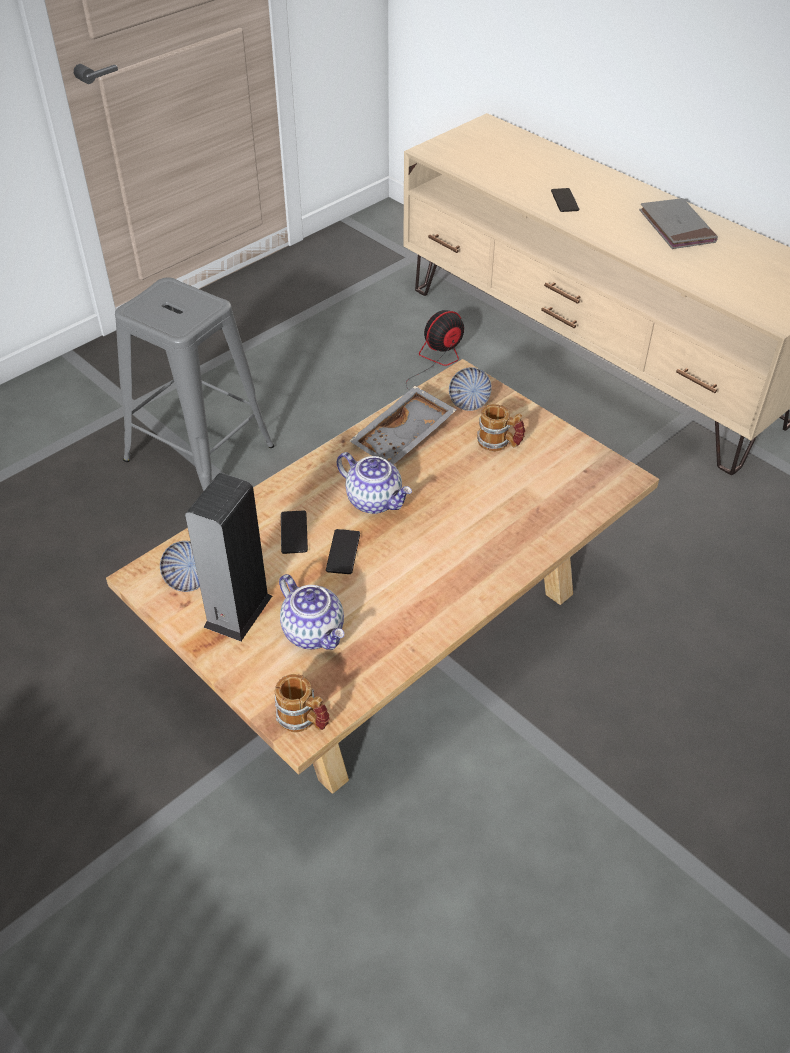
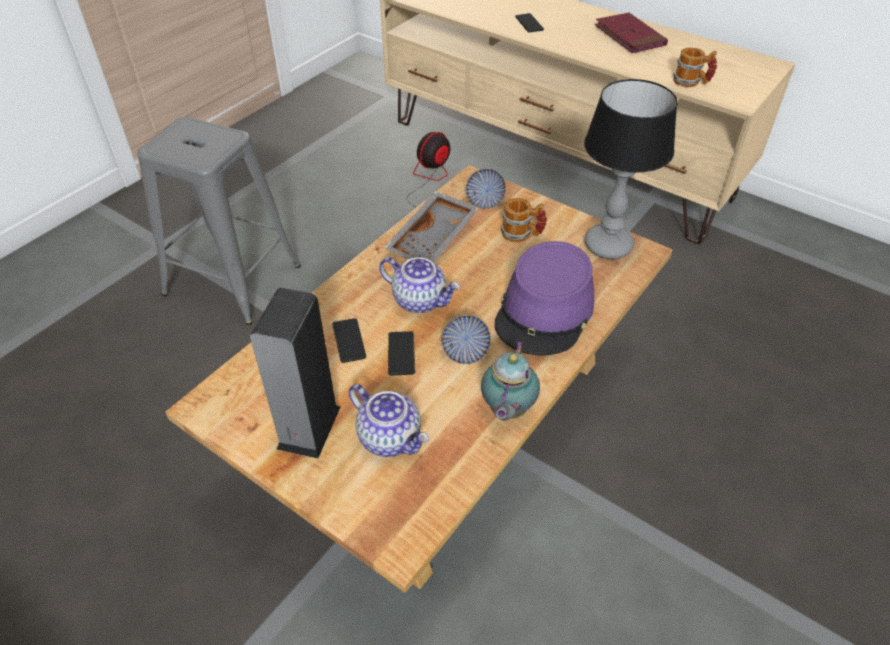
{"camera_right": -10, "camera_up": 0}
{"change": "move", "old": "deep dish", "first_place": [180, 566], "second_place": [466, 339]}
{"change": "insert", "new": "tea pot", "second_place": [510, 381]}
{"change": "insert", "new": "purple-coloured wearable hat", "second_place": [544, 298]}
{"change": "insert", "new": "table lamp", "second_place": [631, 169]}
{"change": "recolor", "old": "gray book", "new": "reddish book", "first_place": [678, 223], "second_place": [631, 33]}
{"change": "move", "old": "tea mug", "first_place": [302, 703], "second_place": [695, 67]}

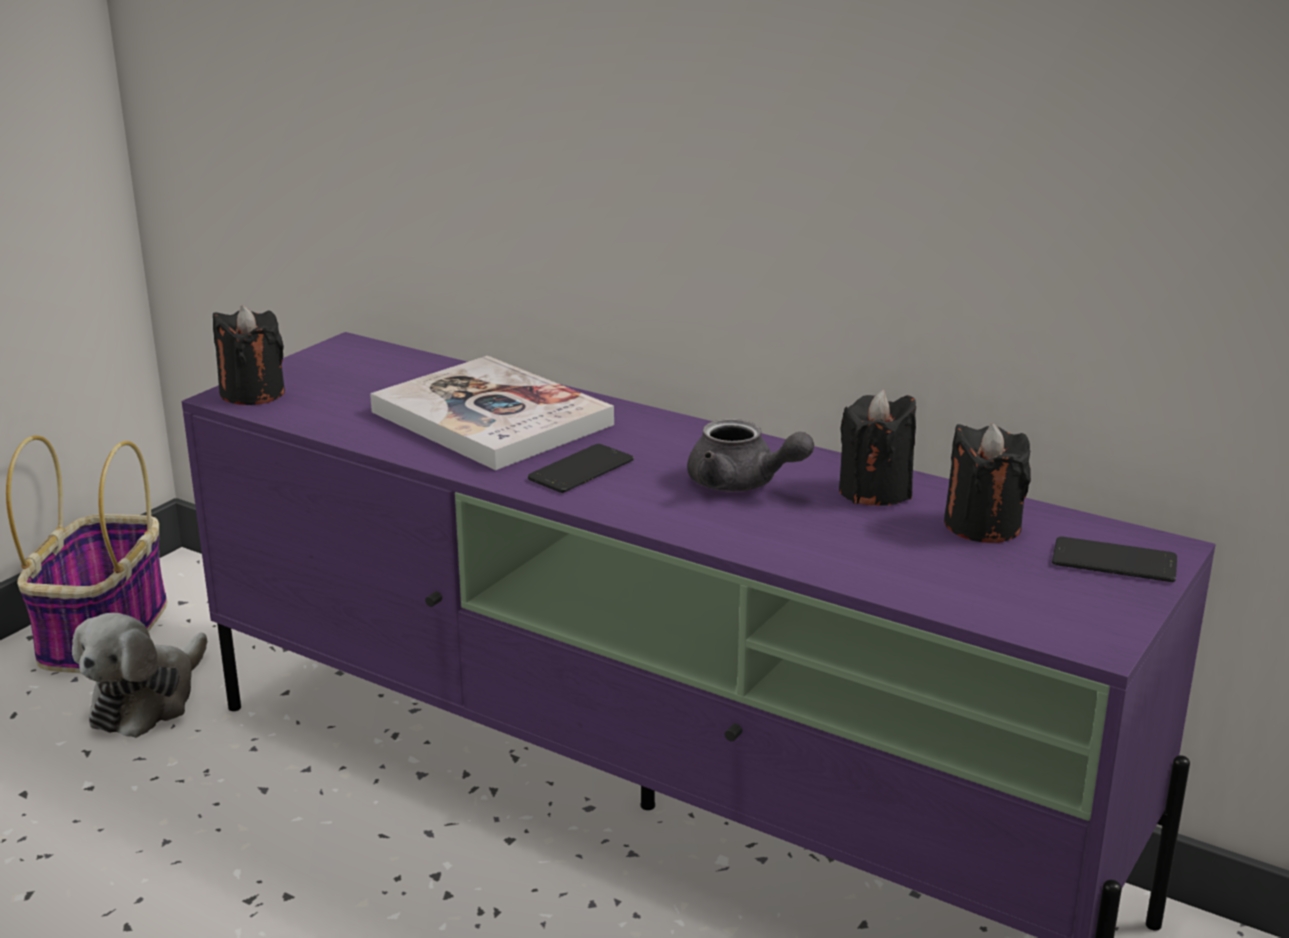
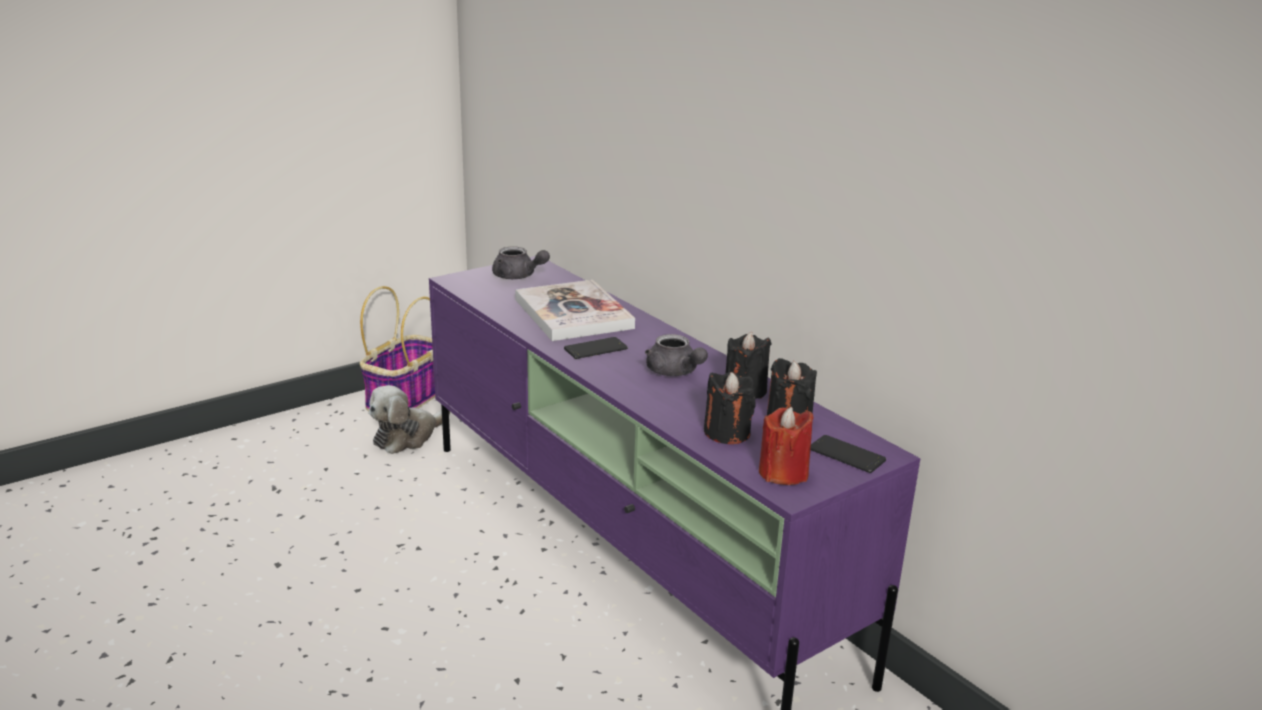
{"camera_right": 20, "camera_up": 0}
{"change": "insert", "new": "gray tea pot", "second_place": [521, 262]}
{"change": "move", "old": "blackish wax candle", "first_place": [249, 355], "second_place": [730, 408]}
{"change": "insert", "new": "reddish wax candle", "second_place": [786, 446]}

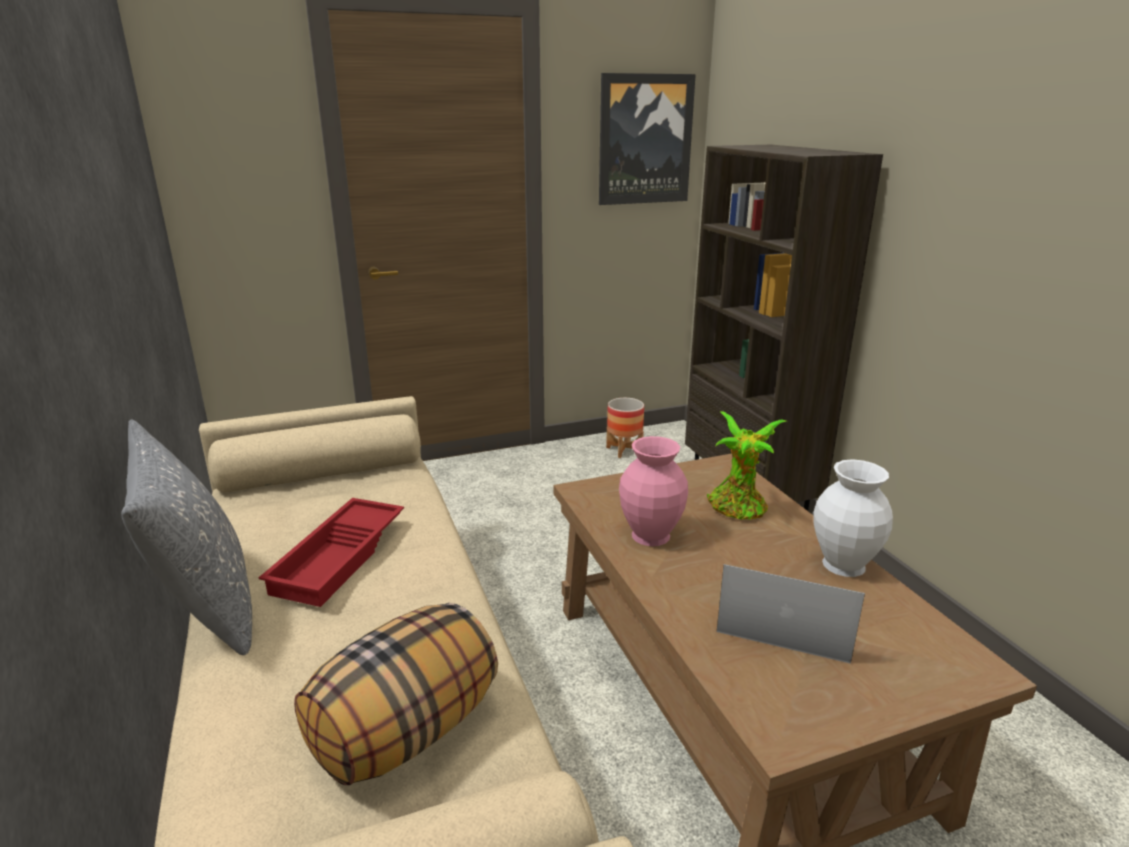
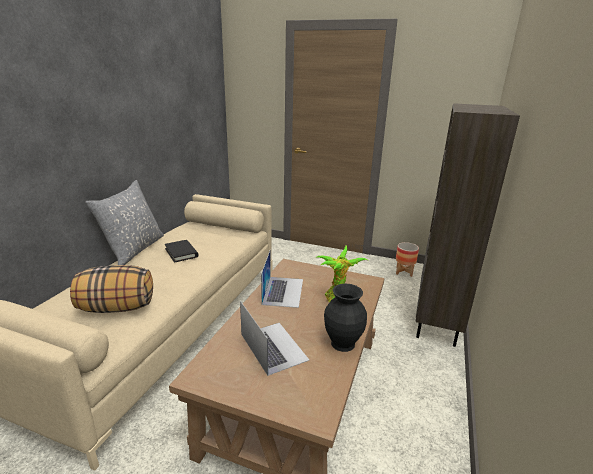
{"camera_right": 40, "camera_up": 0}
{"change": "replace", "old": "reddish serving tray", "new": "blackish book", "first_place": [331, 552], "second_place": [181, 251]}
{"change": "replace", "old": "pinkish vase", "new": "notebook computer", "first_place": [653, 491], "second_place": [282, 278]}
{"change": "recolor", "old": "whitish vase", "new": "blackish vase", "first_place": [853, 518], "second_place": [345, 317]}
{"change": "delete", "old": "wall art", "first_place": [647, 139]}

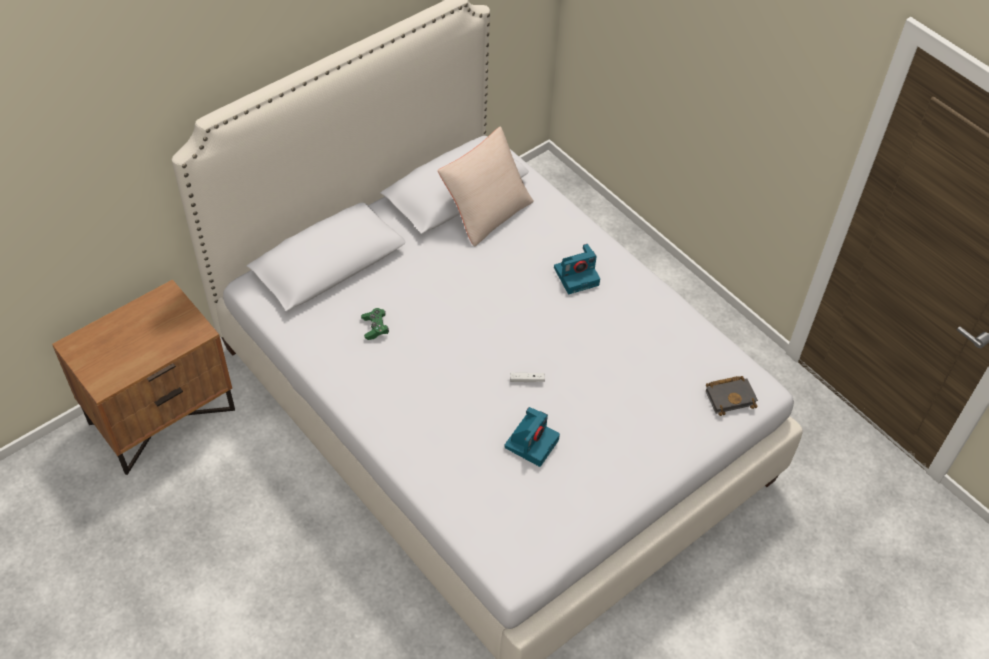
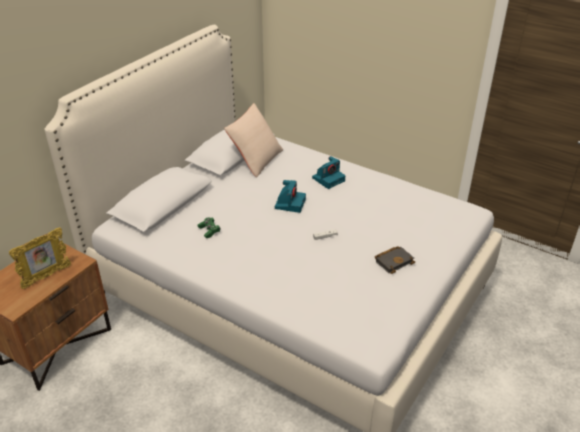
{"camera_right": -15, "camera_up": -15}
{"change": "insert", "new": "picture frame", "second_place": [40, 258]}
{"change": "move", "old": "photo camera", "first_place": [532, 437], "second_place": [290, 196]}
{"change": "move", "old": "blackish book", "first_place": [732, 396], "second_place": [395, 260]}

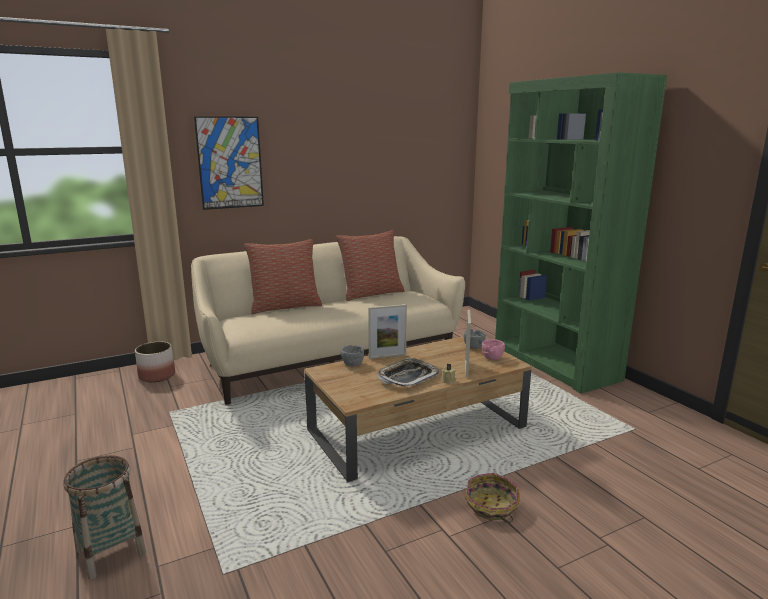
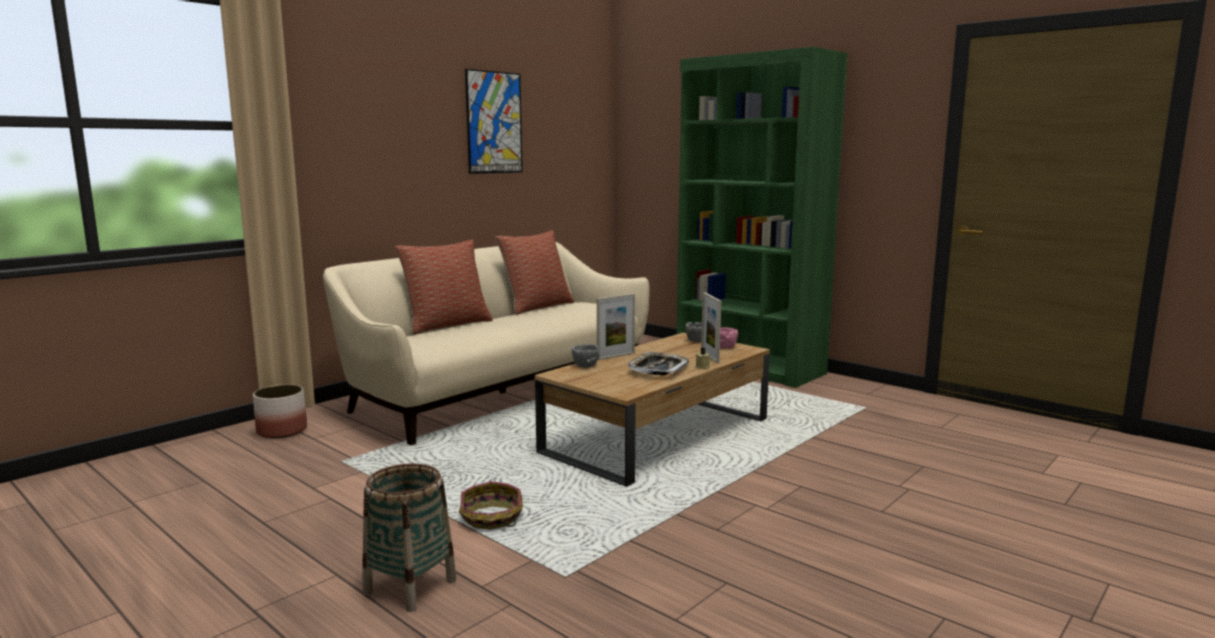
{"camera_right": -20, "camera_up": -5}
{"change": "move", "old": "storage basket", "first_place": [492, 498], "second_place": [491, 505]}
{"change": "move", "old": "wall art", "first_place": [229, 163], "second_place": [494, 121]}

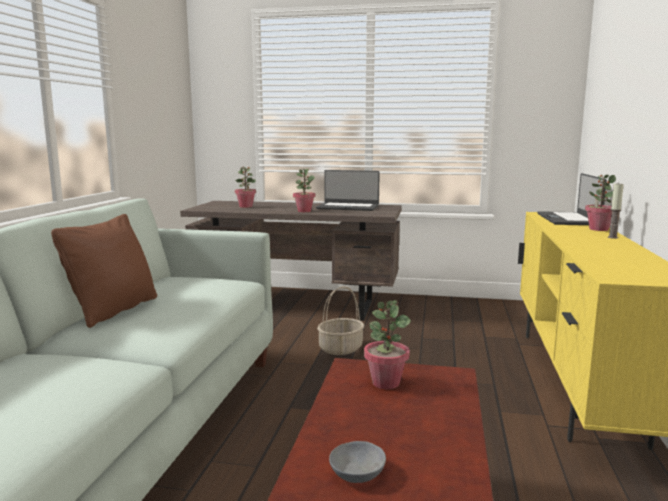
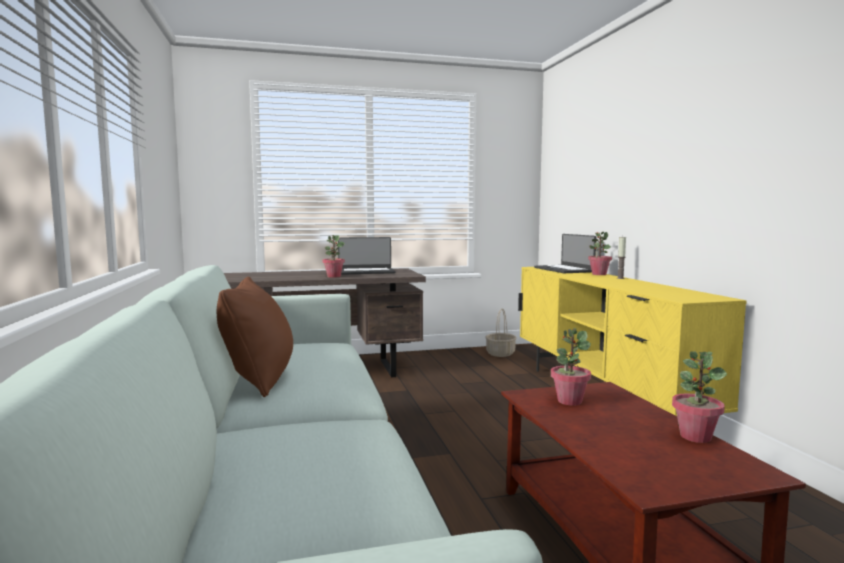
{"camera_right": -25, "camera_up": -5}
{"change": "move", "old": "storage basket", "first_place": [340, 320], "second_place": [501, 333]}
{"change": "move", "old": "houseplant", "first_place": [245, 187], "second_place": [699, 397]}
{"change": "delete", "old": "gray deep dish", "first_place": [357, 462]}

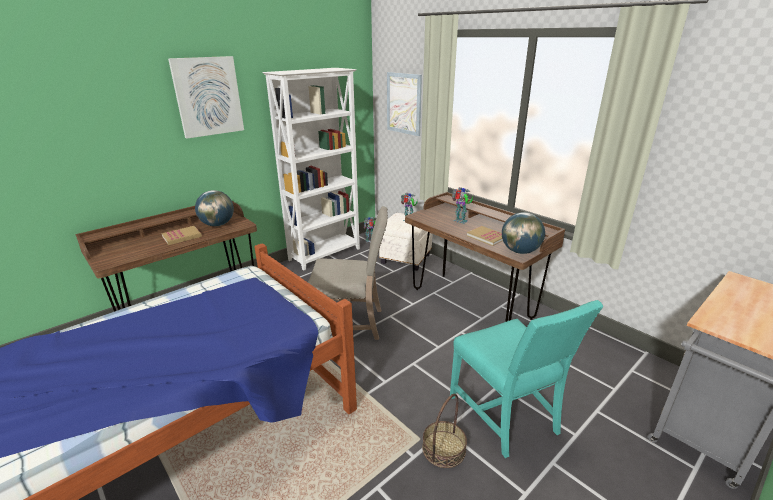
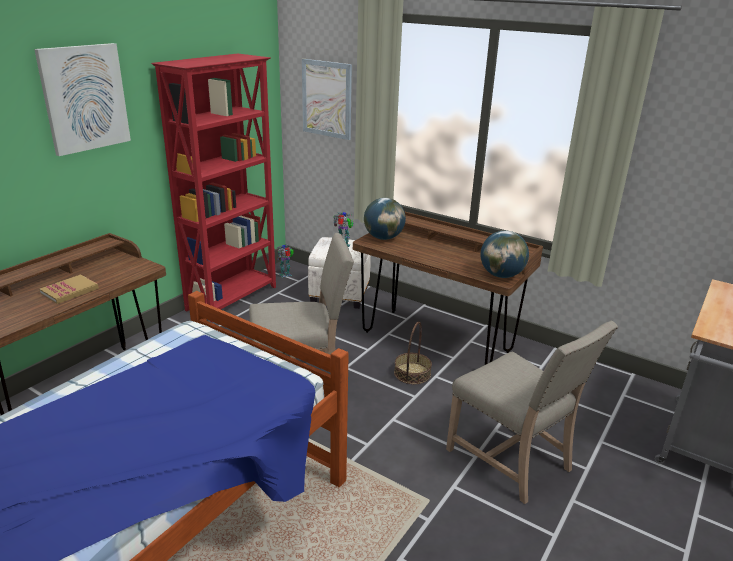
{"camera_right": -15, "camera_up": 0}
{"change": "recolor", "old": "whitish shelving unit", "new": "reddish shelving unit", "first_place": [311, 169], "second_place": [213, 188]}
{"change": "move", "old": "globe", "first_place": [214, 208], "second_place": [385, 219]}
{"change": "move", "old": "storage basket", "first_place": [444, 431], "second_place": [413, 353]}
{"change": "recolor", "old": "turquoise-coloured plain chair", "new": "beige-coloured plain chair", "first_place": [526, 379], "second_place": [532, 412]}
{"change": "delete", "old": "robot figure", "first_place": [462, 205]}
{"change": "delete", "old": "book", "first_place": [485, 236]}

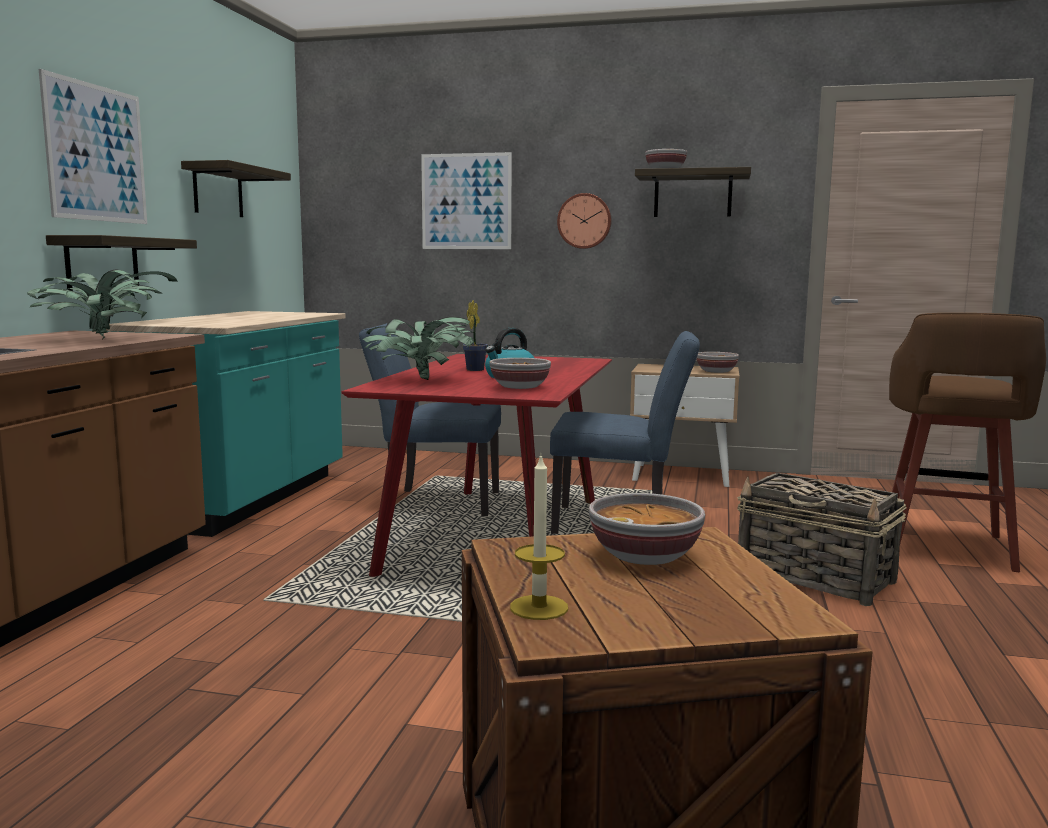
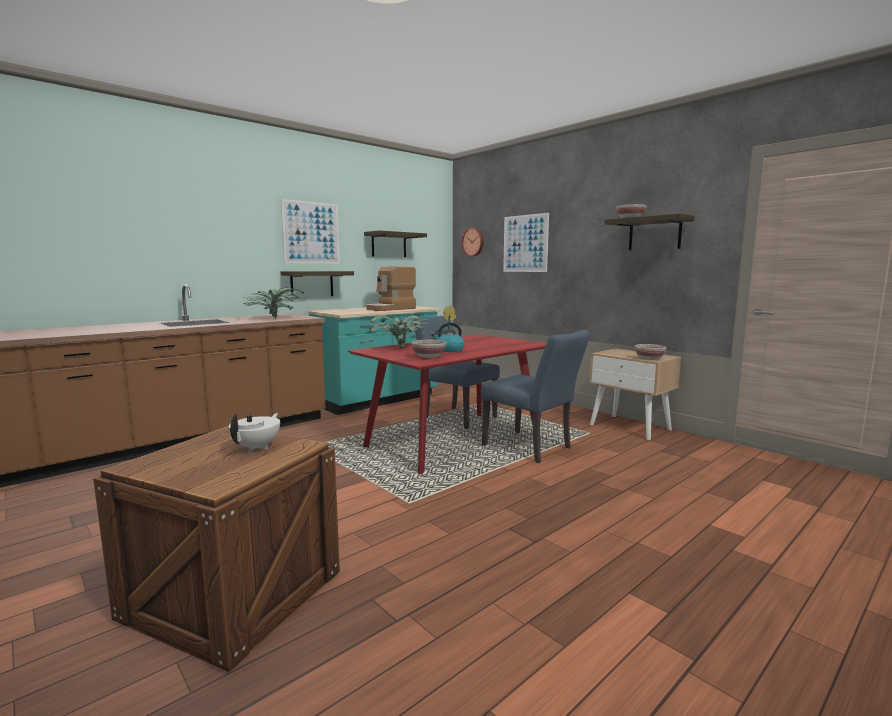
{"camera_right": 35, "camera_up": 0}
{"change": "replace", "old": "deep dish", "new": "whitish tea pot", "first_place": [647, 529], "second_place": [254, 432]}
{"change": "insert", "new": "coffee maker", "second_place": [391, 289]}
{"change": "move", "old": "wall clock", "first_place": [584, 221], "second_place": [472, 242]}
{"change": "delete", "old": "wax candle", "first_place": [539, 536]}
{"change": "delete", "old": "storage basket", "first_place": [821, 539]}
{"change": "delete", "old": "brown sitting stool", "first_place": [967, 442]}

